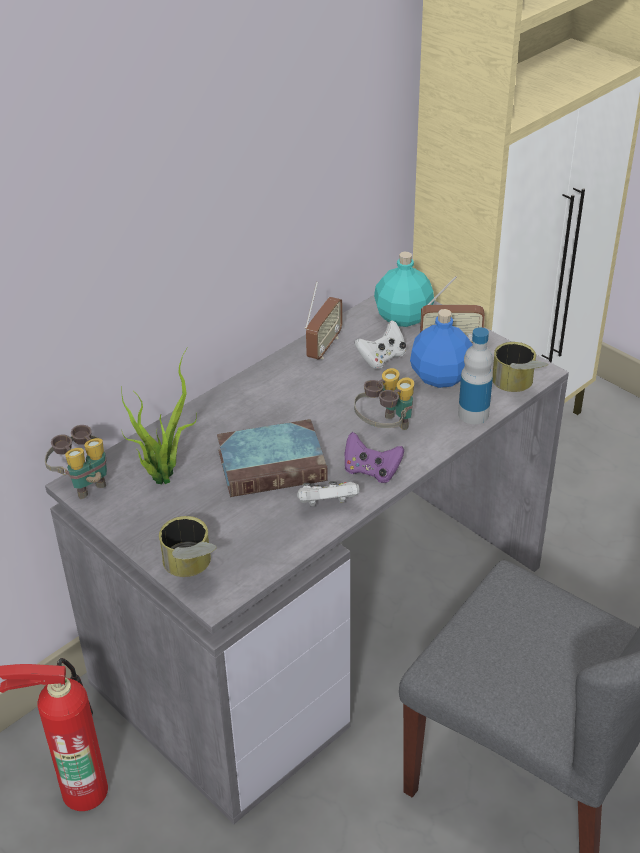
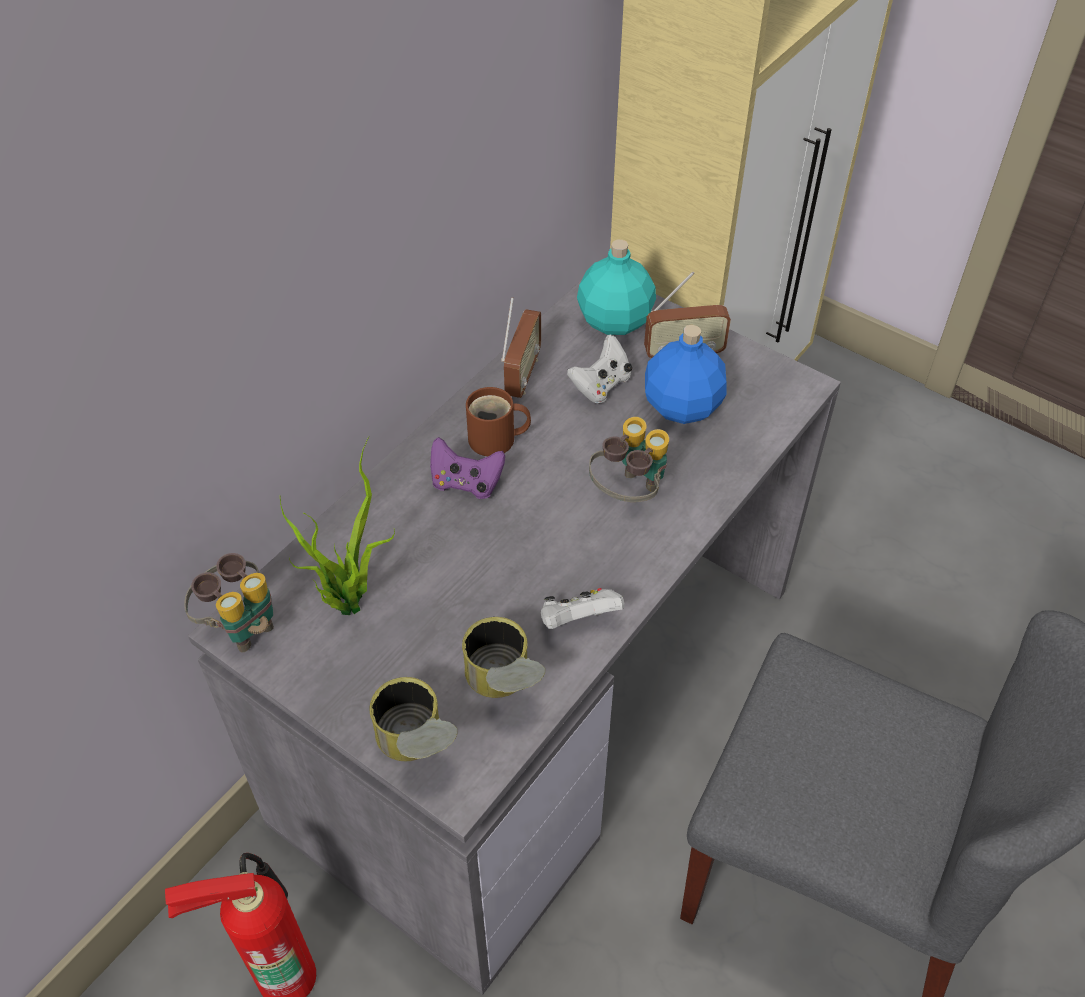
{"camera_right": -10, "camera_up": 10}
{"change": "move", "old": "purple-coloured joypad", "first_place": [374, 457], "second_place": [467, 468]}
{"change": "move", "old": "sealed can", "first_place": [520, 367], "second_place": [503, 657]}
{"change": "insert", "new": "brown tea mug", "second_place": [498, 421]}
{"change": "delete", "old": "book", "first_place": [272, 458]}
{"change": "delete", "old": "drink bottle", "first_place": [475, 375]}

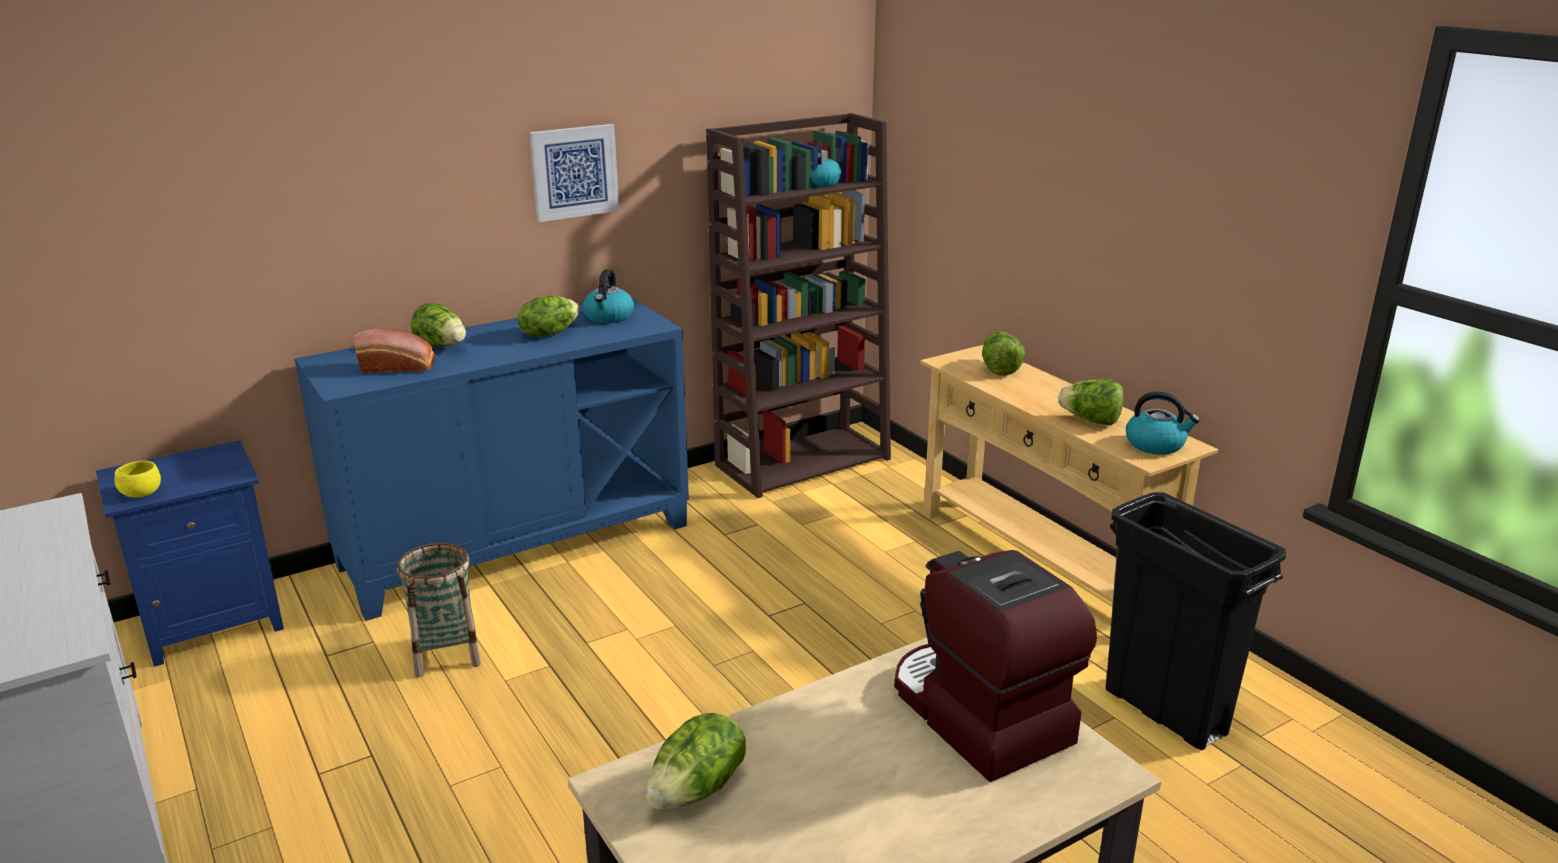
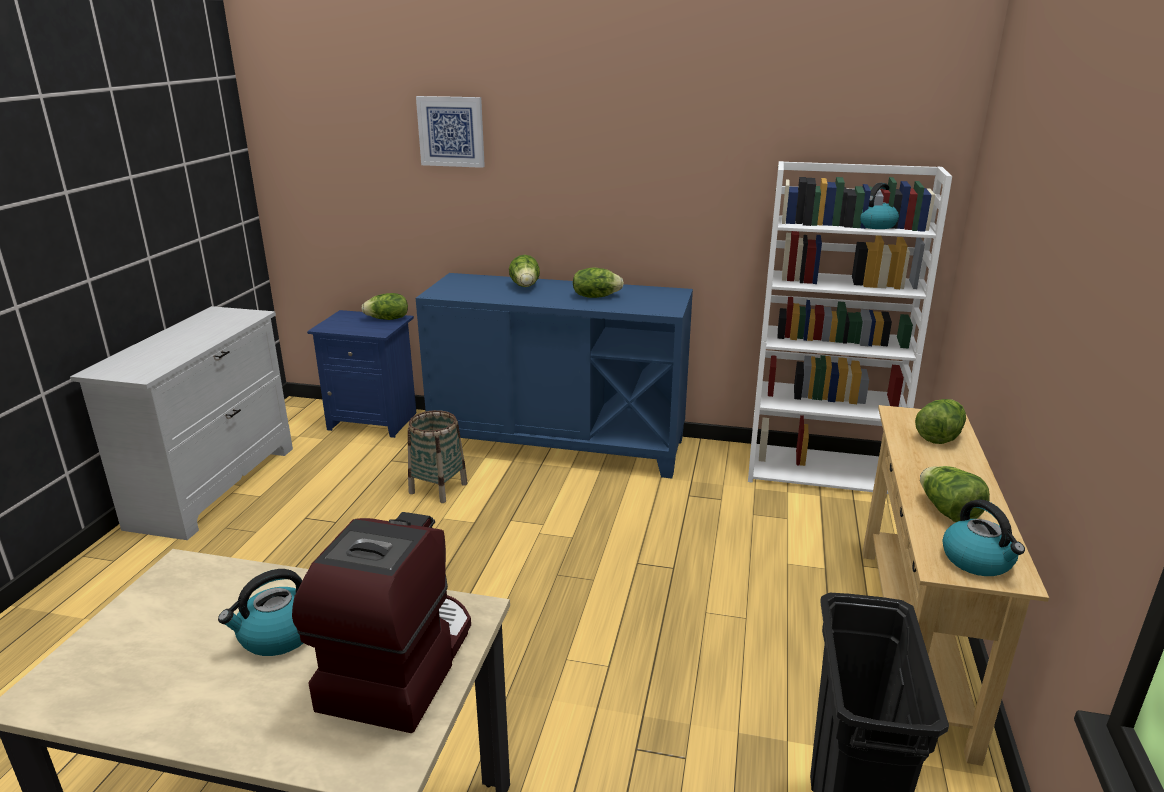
{"camera_right": 45, "camera_up": 0}
{"change": "move", "old": "water kettle", "first_place": [608, 296], "second_place": [260, 612]}
{"change": "move", "old": "lettuce head", "first_place": [696, 761], "second_place": [384, 306]}
{"change": "move", "old": "wall art", "first_place": [574, 173], "second_place": [450, 132]}
{"change": "recolor", "old": "brown shelving unit", "new": "whitish shelving unit", "first_place": [798, 305], "second_place": [850, 327]}
{"change": "delete", "old": "yellow deep dish", "first_place": [138, 479]}
{"change": "delete", "old": "baked bread", "first_place": [395, 350]}

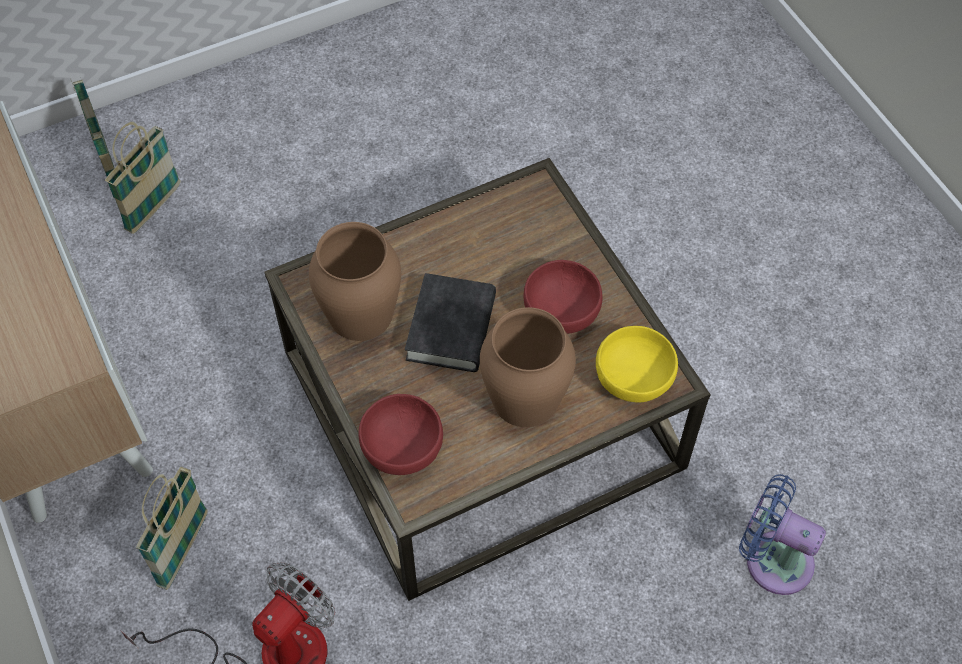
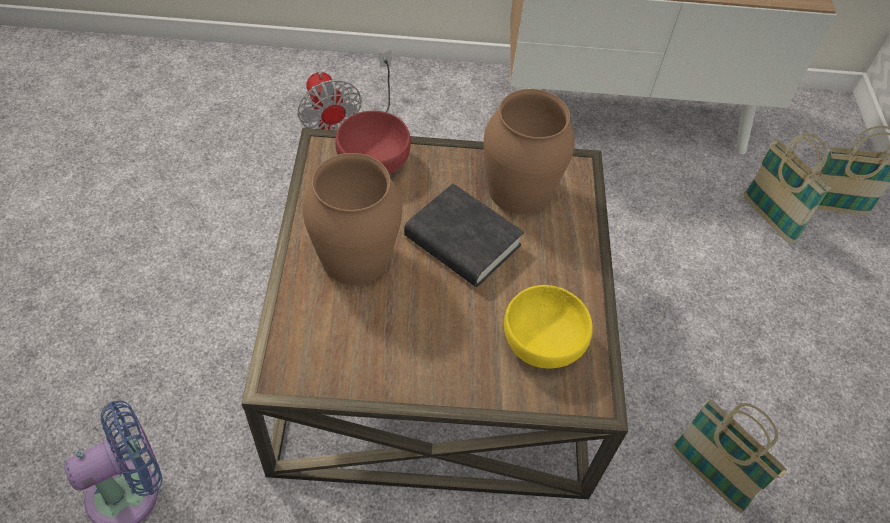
{"camera_right": 115, "camera_up": -5}
{"change": "move", "old": "yellow deep dish", "first_place": [637, 364], "second_place": [548, 327]}
{"change": "move", "old": "storage basket", "first_place": [172, 528], "second_place": [729, 456]}
{"change": "delete", "old": "reddish deep dish", "first_place": [563, 297]}

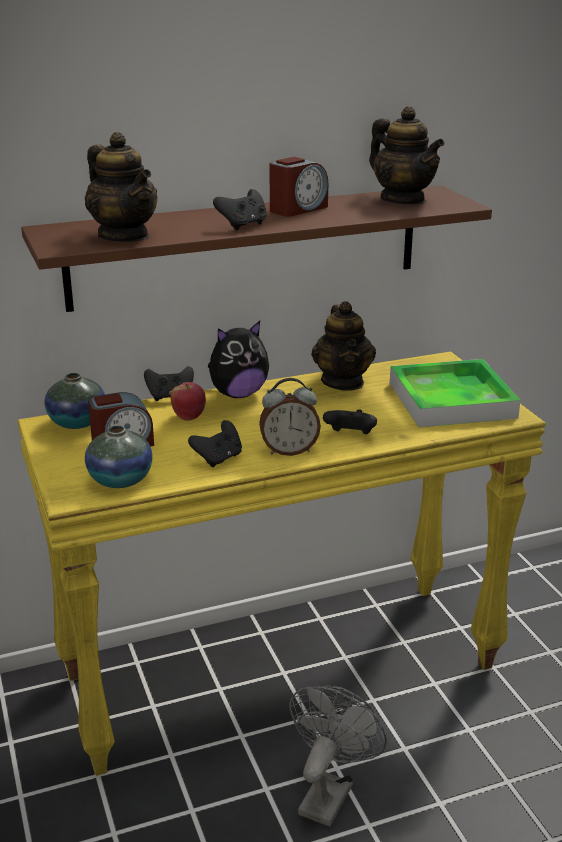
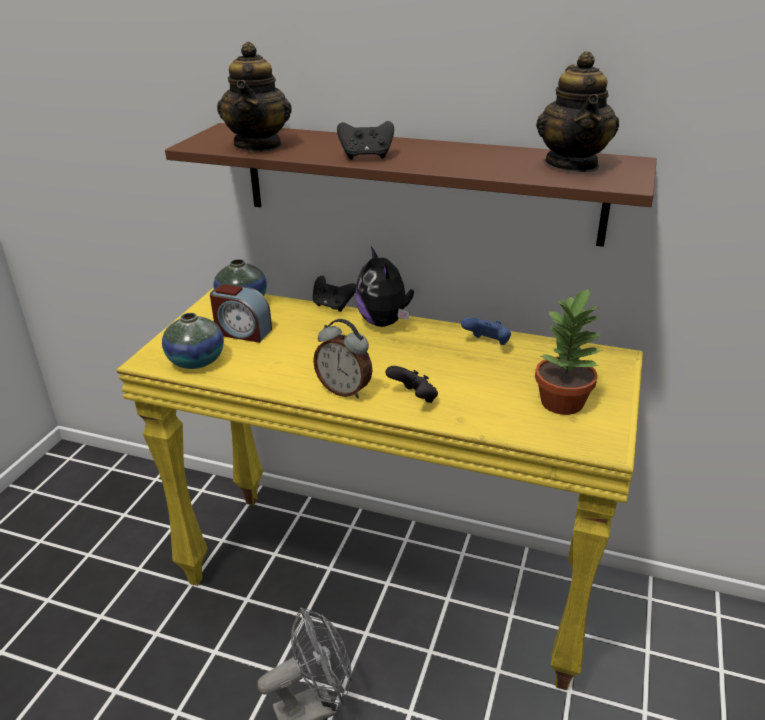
{"camera_right": 40, "camera_up": 5}
{"change": "rotate", "old": "cuddly toy", "first_place": [238, 359], "second_place": [384, 286], "degrees": 60}
{"change": "replace", "old": "tea pot", "new": "blue joypad", "first_place": [343, 346], "second_place": [486, 331]}
{"change": "replace", "old": "serving tray", "new": "houseplant", "first_place": [455, 393], "second_place": [569, 351]}
{"change": "delete", "old": "whole apple", "first_place": [188, 401]}
{"change": "delete", "old": "blackish joypad", "first_place": [215, 443]}
{"change": "delete", "old": "table clock", "first_place": [299, 187]}

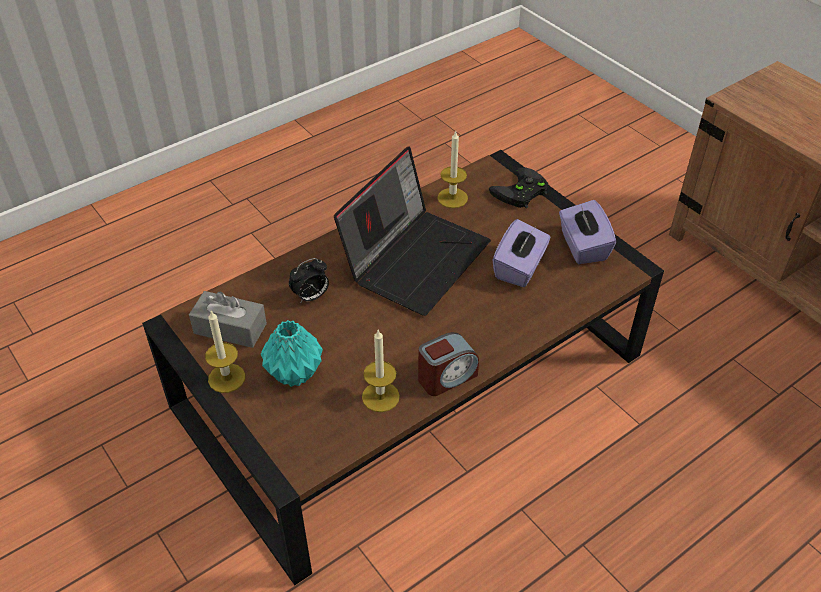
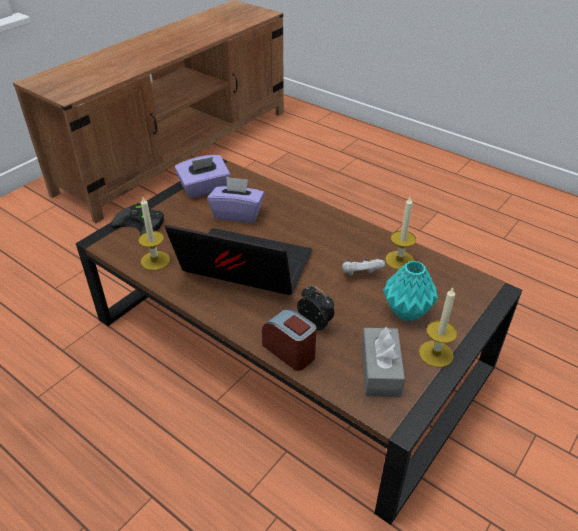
{"camera_right": -105, "camera_up": -5}
{"change": "move", "old": "table clock", "first_place": [448, 364], "second_place": [289, 340]}
{"change": "insert", "new": "whitish joypad", "second_place": [363, 267]}

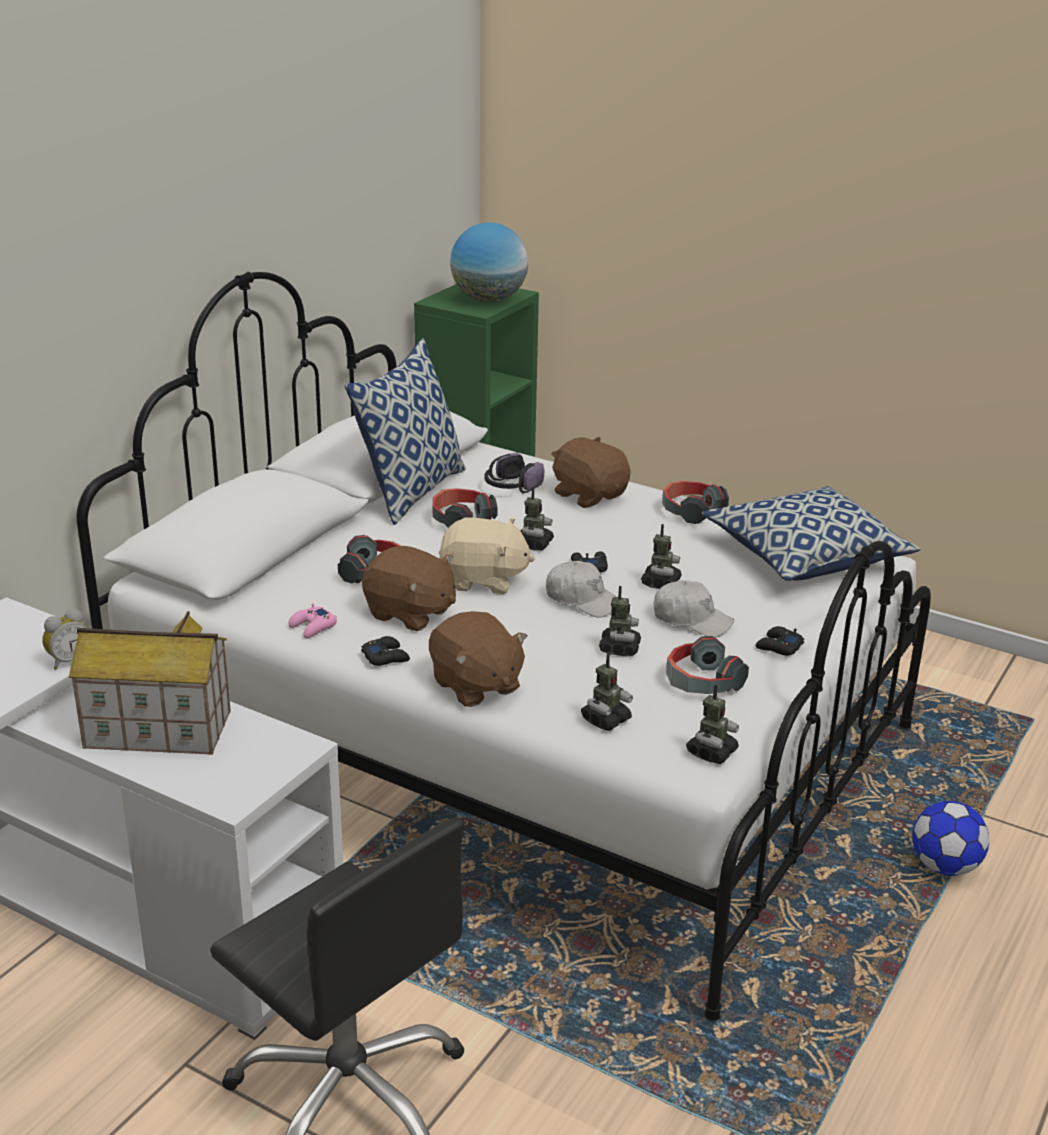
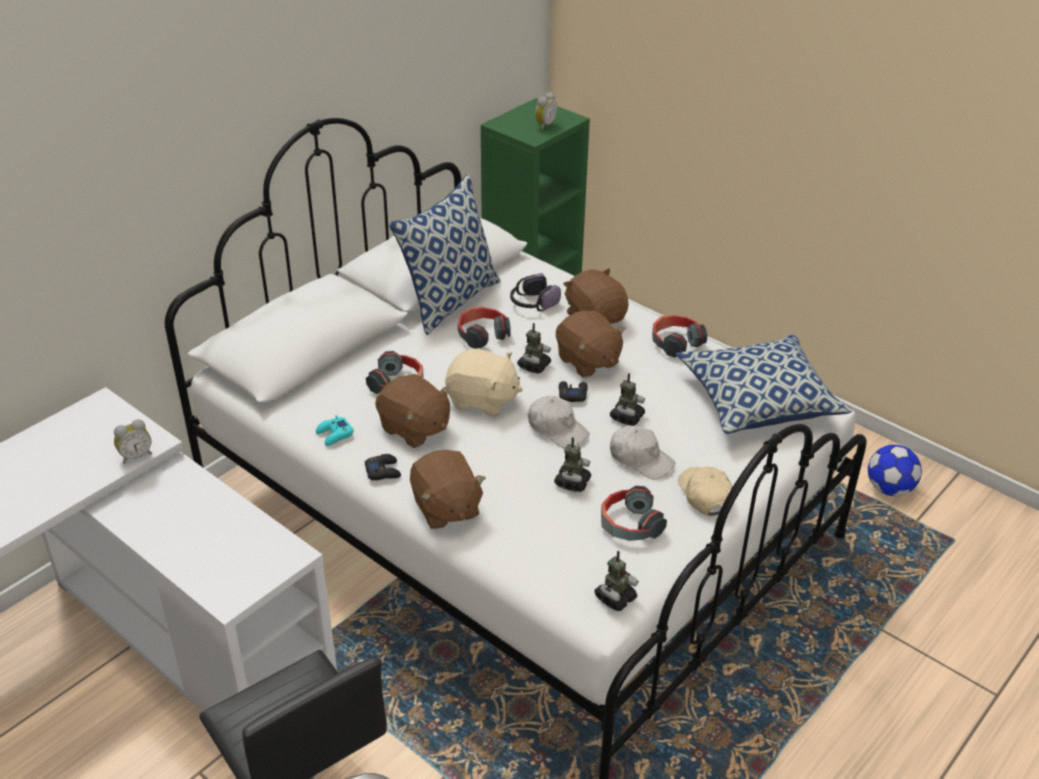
{"camera_right": 10, "camera_up": 10}
{"change": "recolor", "old": "pinkish joypad", "new": "turquoise-coloured joypad", "first_place": [312, 620], "second_place": [335, 430]}
{"change": "replace", "old": "globe", "new": "table clock", "first_place": [489, 262], "second_place": [546, 111]}
{"change": "insert", "new": "brown cuddly toy", "second_place": [591, 344]}
{"change": "replace", "old": "blackish joypad", "new": "beige-coloured baseball cap", "first_place": [780, 641], "second_place": [705, 491]}
{"change": "move", "old": "ball for football", "first_place": [950, 838], "second_place": [895, 470]}
{"change": "delete", "old": "toy house", "first_place": [150, 683]}
{"change": "delete", "old": "robot figure", "first_place": [607, 692]}

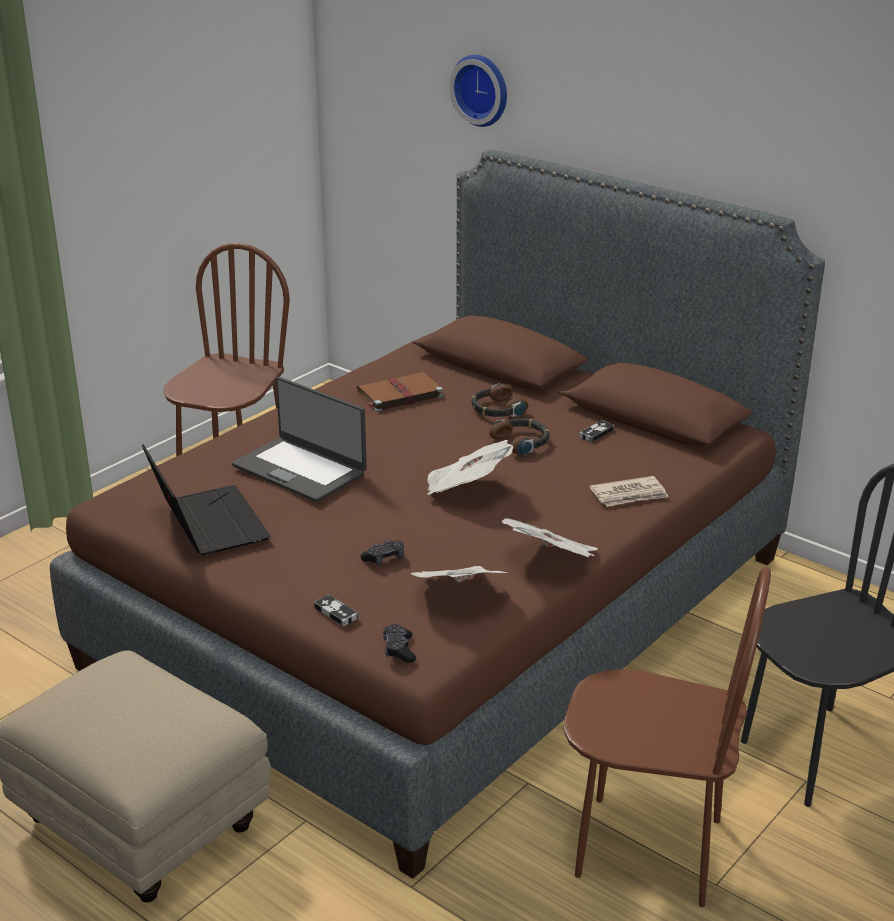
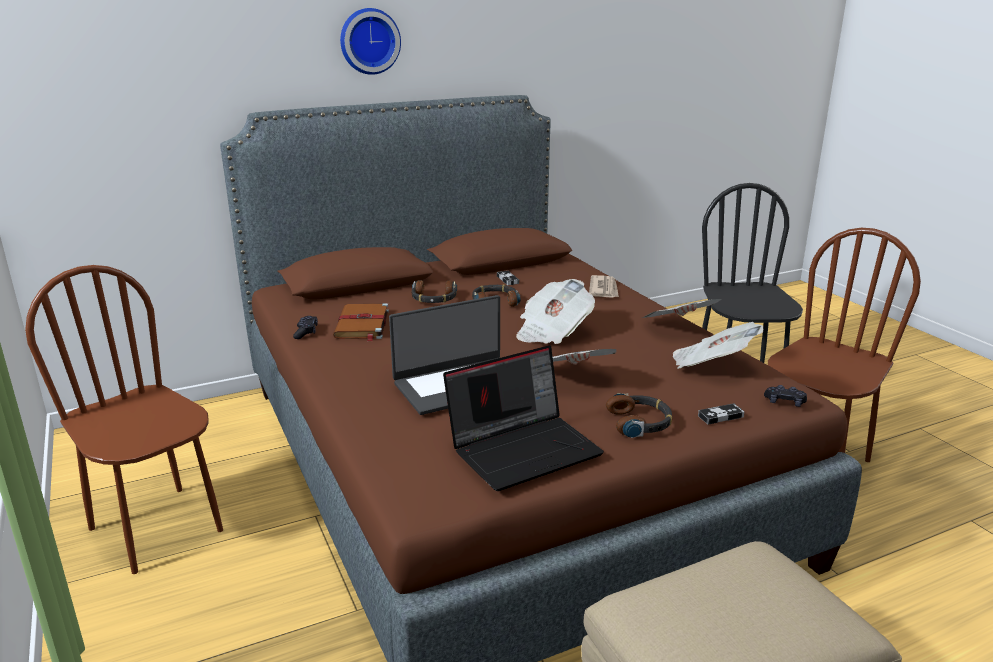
{"camera_right": -65, "camera_up": -5}
{"change": "move", "old": "blackish joypad", "first_place": [382, 552], "second_place": [305, 327]}
{"change": "move", "old": "wall clock", "first_place": [478, 91], "second_place": [370, 41]}
{"change": "rotate", "old": "notebook computer", "first_place": [206, 499], "second_place": [523, 418], "degrees": 150}
{"change": "insert", "new": "printed paper", "second_place": [585, 357]}
{"change": "insert", "new": "headset", "second_place": [639, 415]}

